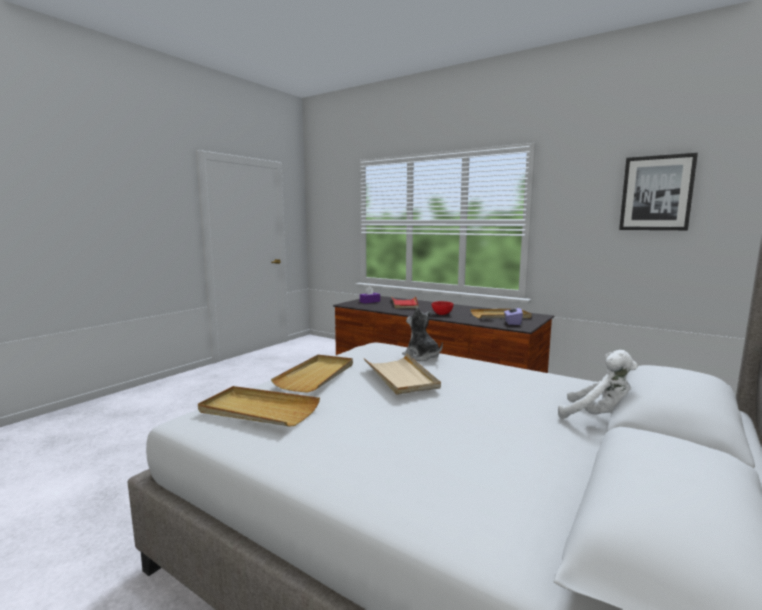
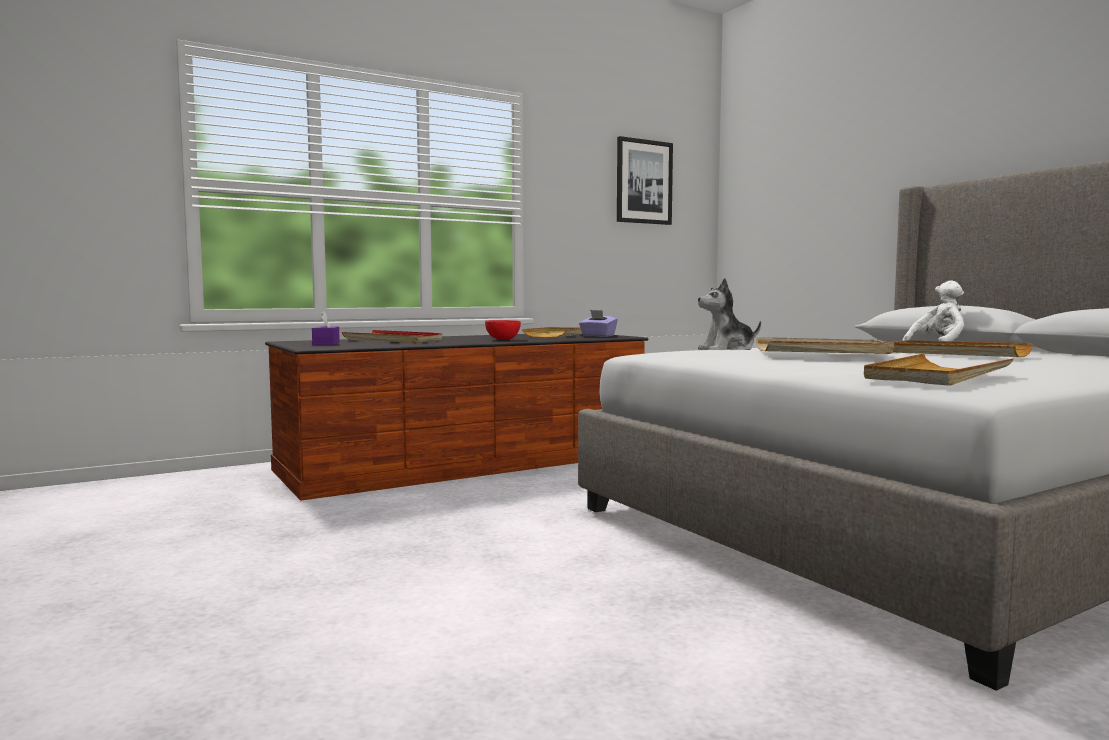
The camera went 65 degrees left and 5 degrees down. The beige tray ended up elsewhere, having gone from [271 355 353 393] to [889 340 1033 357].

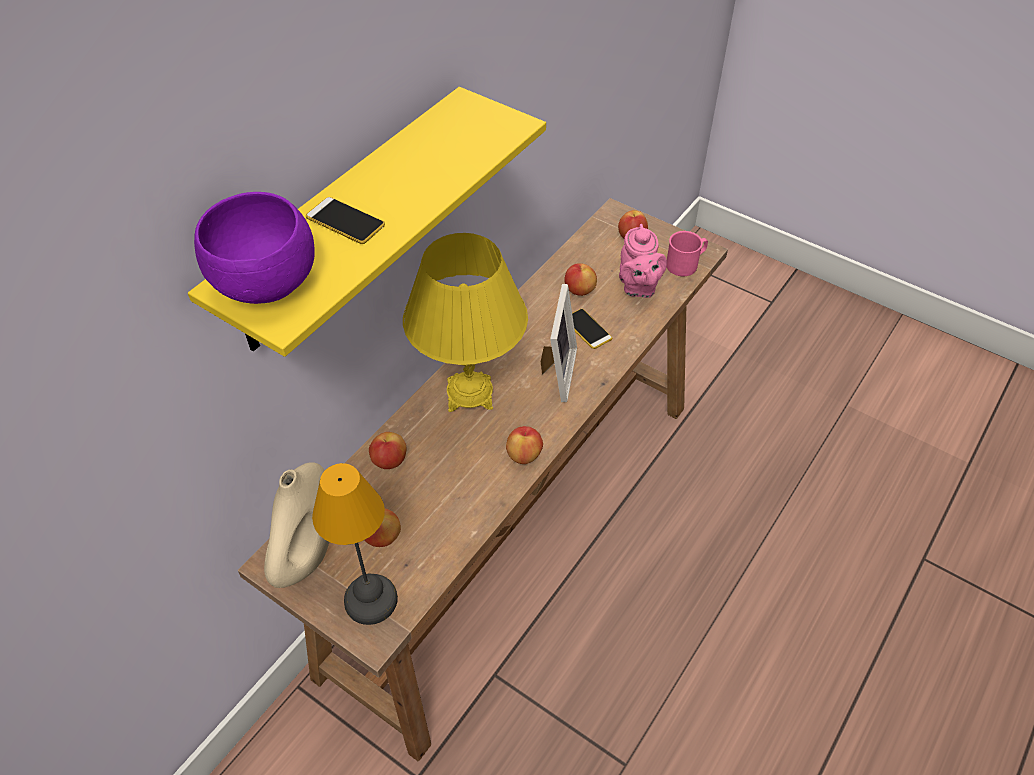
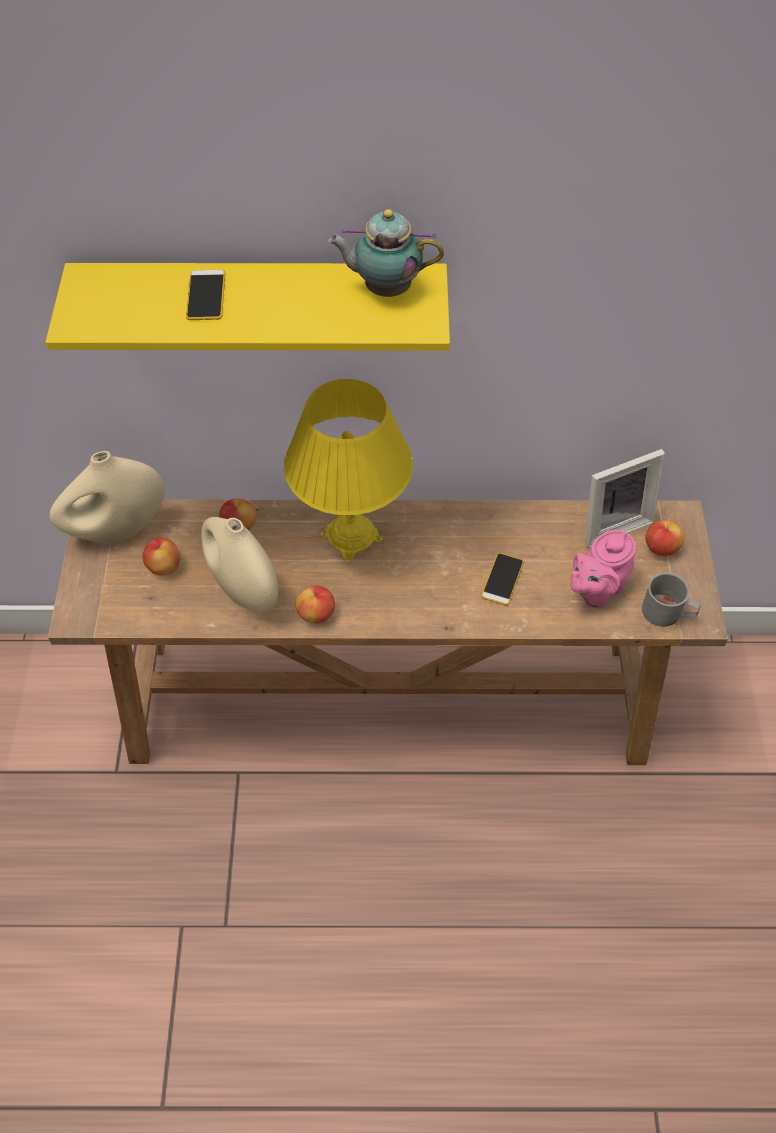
The camera went 55 degrees right and 5 degrees up. The second view lost the purple bowl at [194 192 315 304]. The second view lost the table lamp at [312 463 398 625]. The picture frame ended up elsewhere, having gone from [541 284 577 402] to [585 449 665 548]. The second view lost the apple at [564 263 597 296]. What was the pink mug at [667 231 708 276] turned into the grey mug at [642 572 700 627]. The second view gained the beige vase at [201 517 278 612]. The second view gained the teapot at [328 209 444 297].

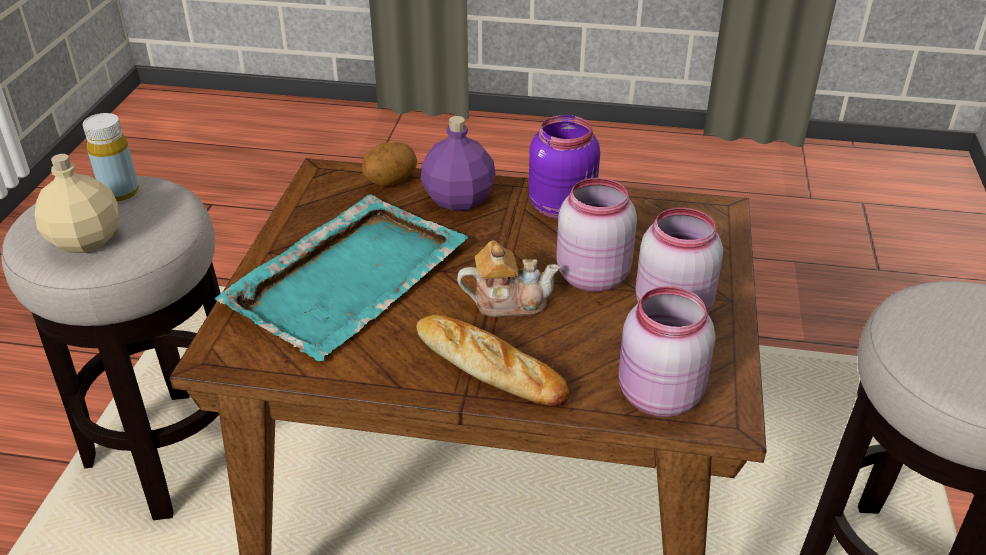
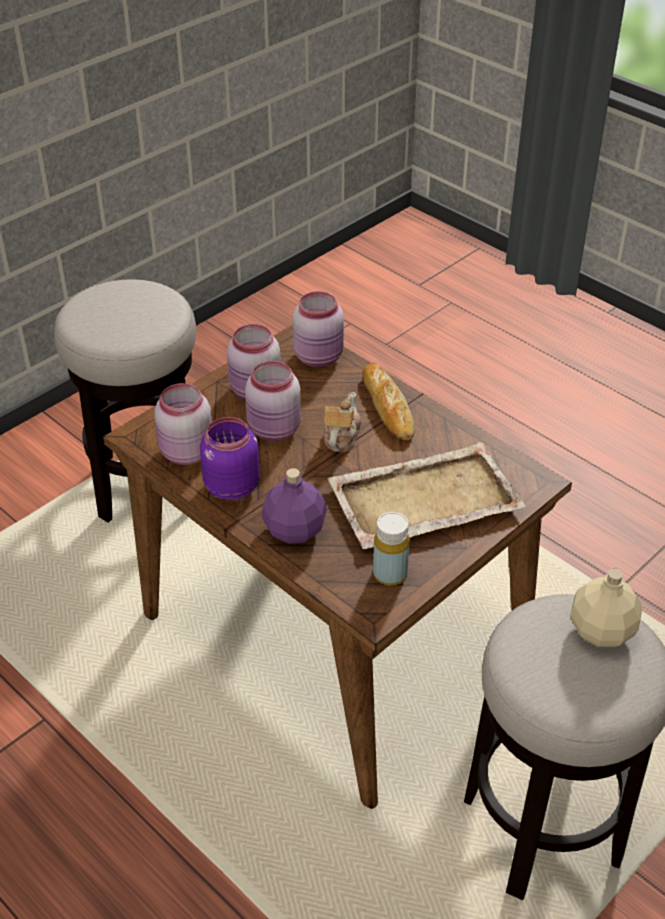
The camera went 145 degrees left and 5 degrees up. The yellow bottle ended up elsewhere, having gone from [83 113 139 201] to [373 512 410 586]. What was the turquoise tray at [215 194 468 361] turned into the beige tray at [328 442 526 549]. The second view lost the potato at [362 142 417 186]. The teapot at [457 241 560 317] ended up facing another way, 75 degrees clockwise from before. The second view gained the pink jar at [154 383 212 465].

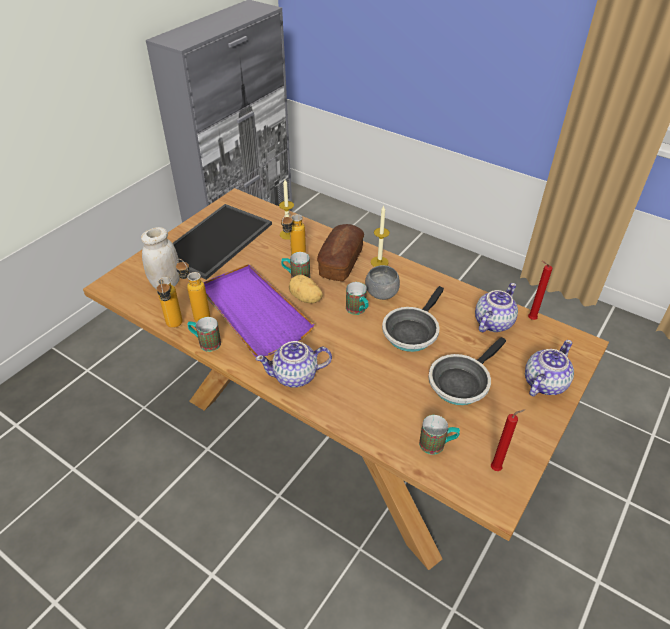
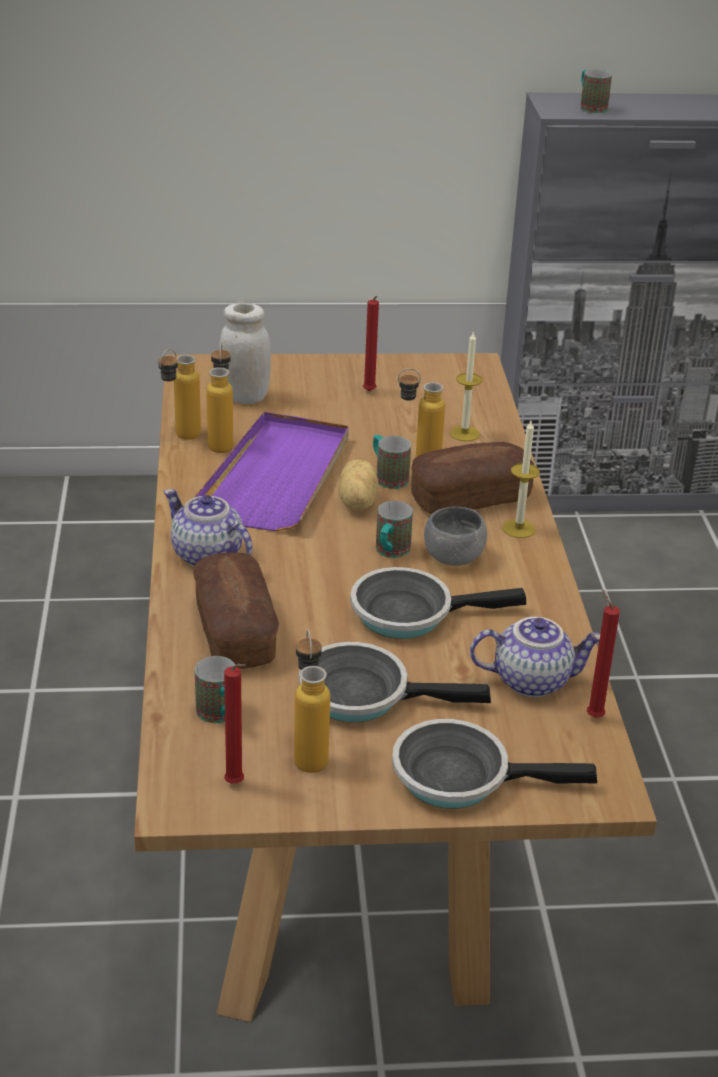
The camera went 50 degrees right and 10 degrees down. Where the tray stood at [173 204 272 280], the red candle came to stand at [363 296 379 392]. The mug ended up elsewhere, having gone from [187 317 221 352] to [580 69 612 113]. Where the teapot stood at [525 340 574 397], the frying pan came to stand at [392 719 597 809]. The second view gained the bread at [193 552 279 669]. The second view gained the bottle at [294 630 330 773].

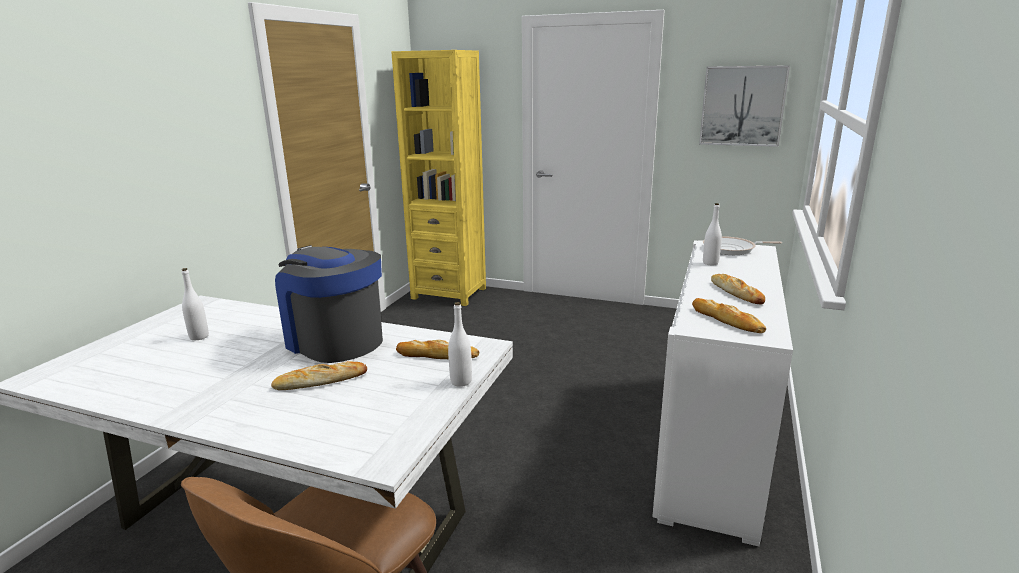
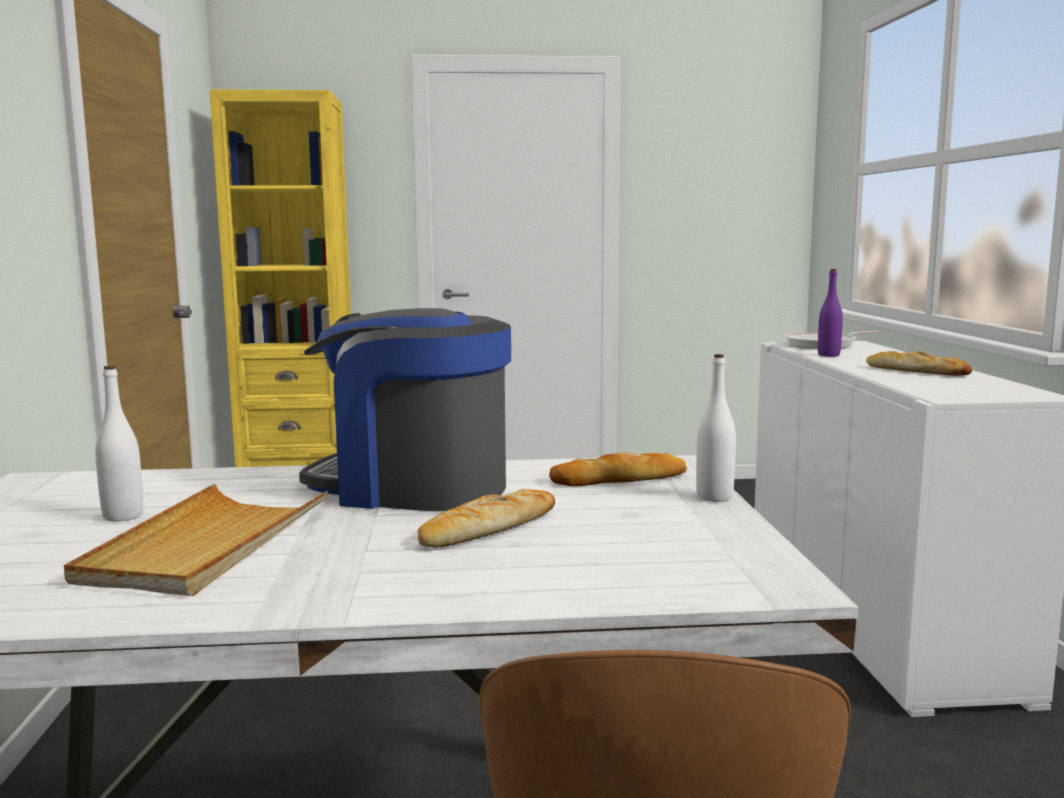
The camera went 25 degrees left and 10 degrees down. The second view lost the bread at [692 298 766 333]. The second view lost the picture at [699 65 790 147]. What was the white bottle at [703 203 722 266] turned into the purple bottle at [818 269 843 357]. The second view gained the beige tray at [64 484 328 596].

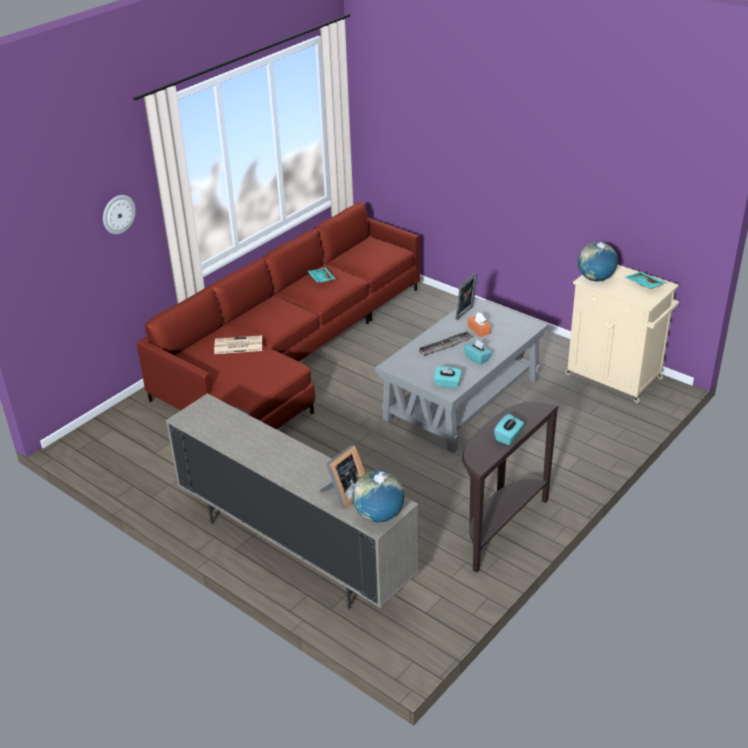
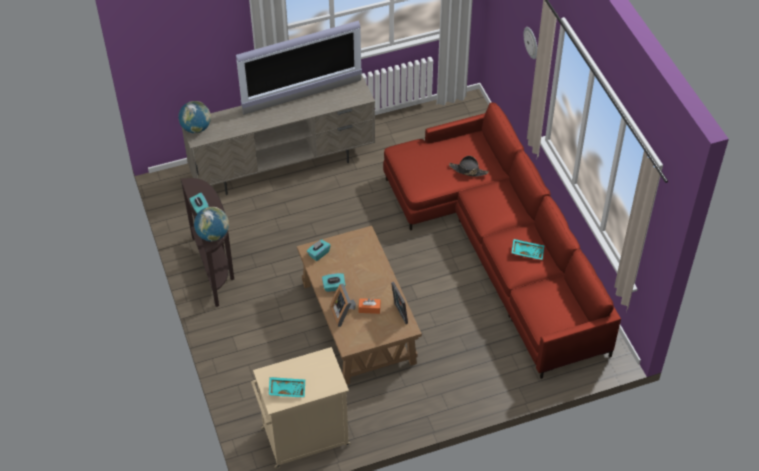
The camera went 120 degrees right and 15 degrees up. Where the newspaper stood at [214 335 262 354], the black hat came to stand at [449 156 489 177]. The picture frame ended up elsewhere, having gone from [320 445 365 509] to [330 284 356 327]. What was the grey coffee table at [375 297 548 453] turned into the brown coffee table at [297 226 422 385]. The second view lost the tray at [418 331 473 356]. The globe ended up elsewhere, having gone from [578 242 618 281] to [194 207 229 242]. The second view gained the television at [236 21 362 115].

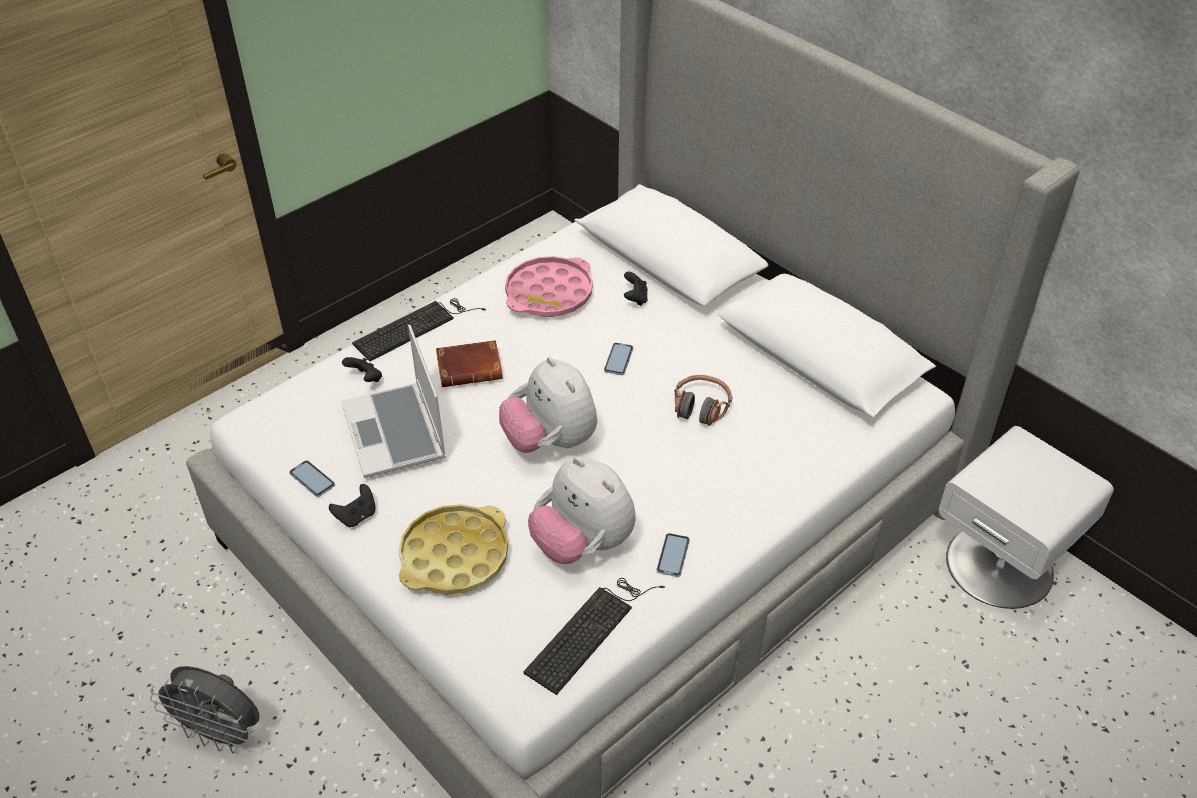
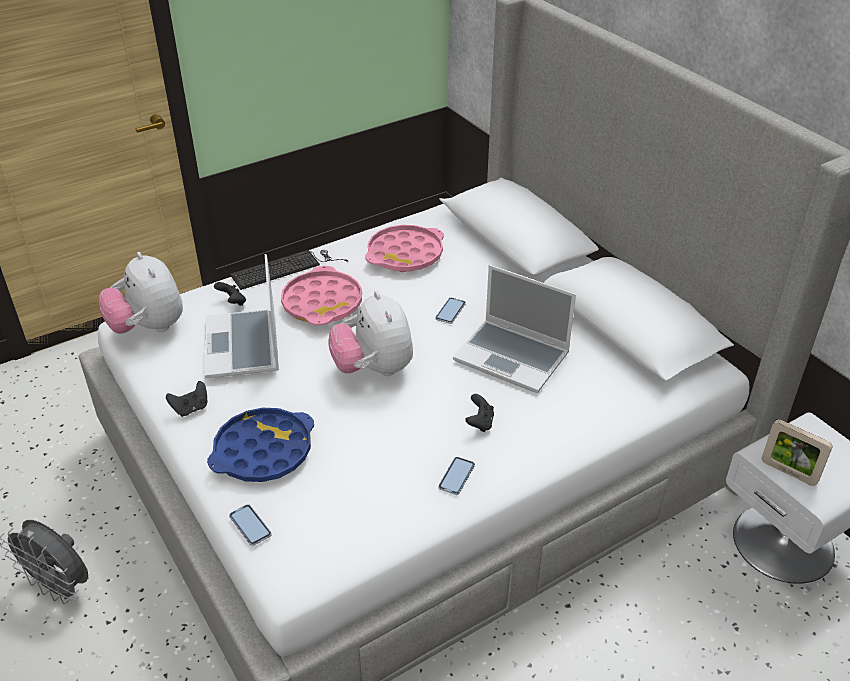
The camera went 10 degrees right and 5 degrees down. The phone ended up elsewhere, having gone from [289 460 335 497] to [229 504 272 546]. What was the yellow tray at [399 504 508 595] turned into the blue tray at [207 408 314 482]. Where the brown book stood at [436 340 503 387], the pink tray came to stand at [281 266 362 325]. The second view lost the keyboard at [523 578 665 695]. The plush toy ended up elsewhere, having gone from [528 457 636 564] to [99 252 183 334]. The black game controller ended up elsewhere, having gone from [624 272 648 306] to [466 394 494 432]. Where the headphones stood at [675 375 732 426], the laptop came to stand at [453 265 576 393]. The second view gained the picture frame at [761 420 833 486].

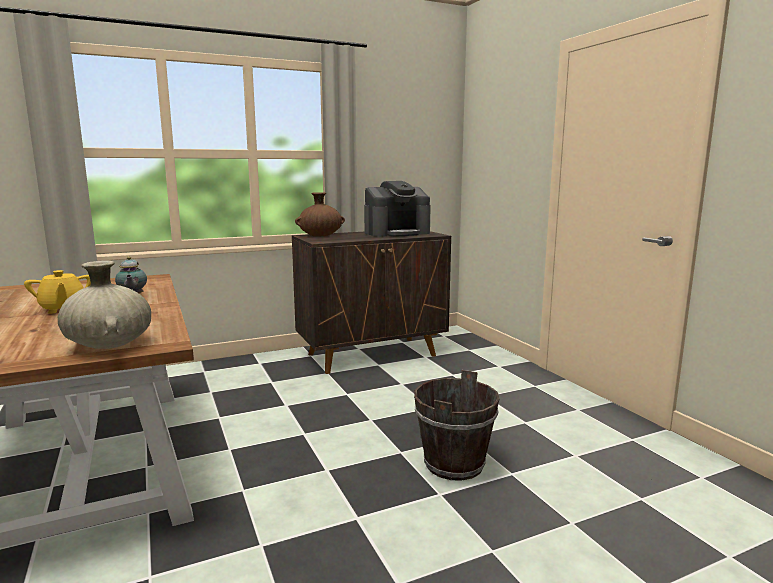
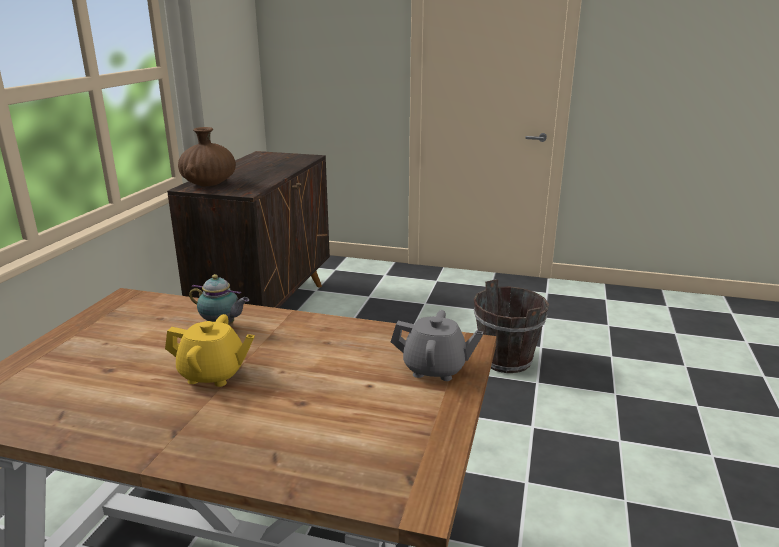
The camera went 50 degrees left and 10 degrees up. Where the beige vase stood at [58 260 151 349], the grey teapot came to stand at [391 310 483 381]. The second view lost the coffee machine at [364 181 431 237].

